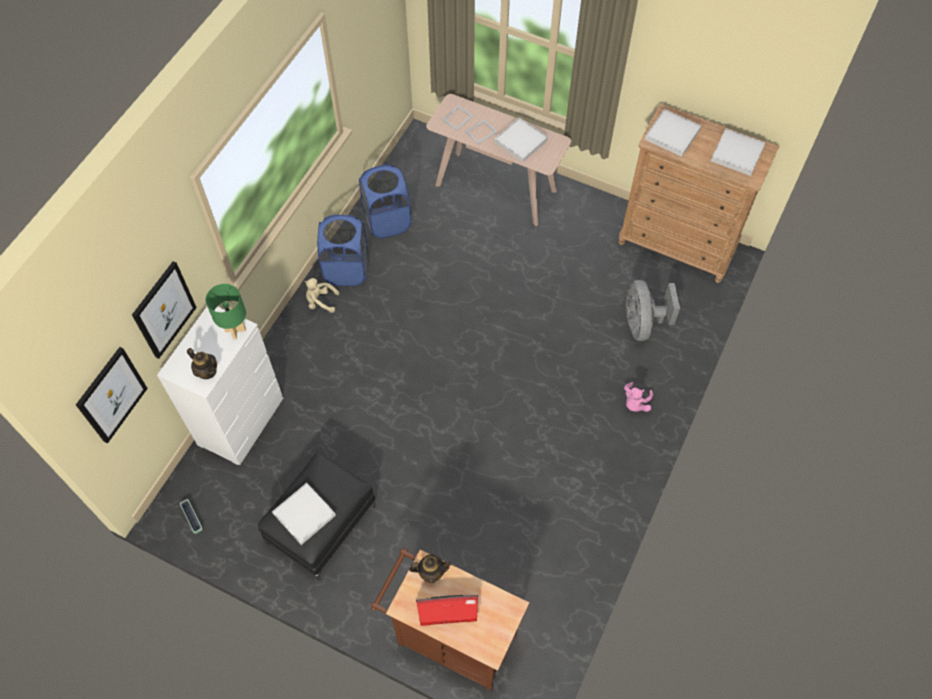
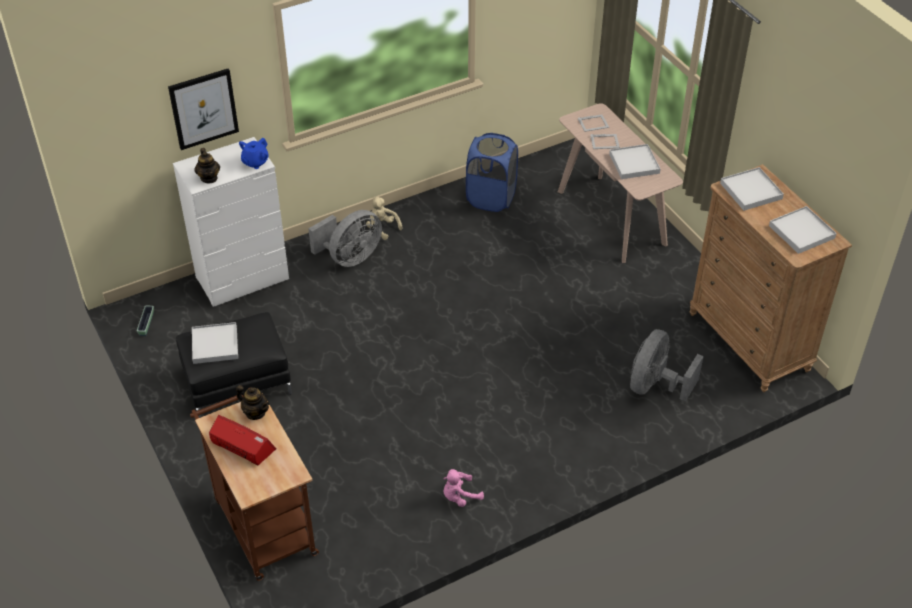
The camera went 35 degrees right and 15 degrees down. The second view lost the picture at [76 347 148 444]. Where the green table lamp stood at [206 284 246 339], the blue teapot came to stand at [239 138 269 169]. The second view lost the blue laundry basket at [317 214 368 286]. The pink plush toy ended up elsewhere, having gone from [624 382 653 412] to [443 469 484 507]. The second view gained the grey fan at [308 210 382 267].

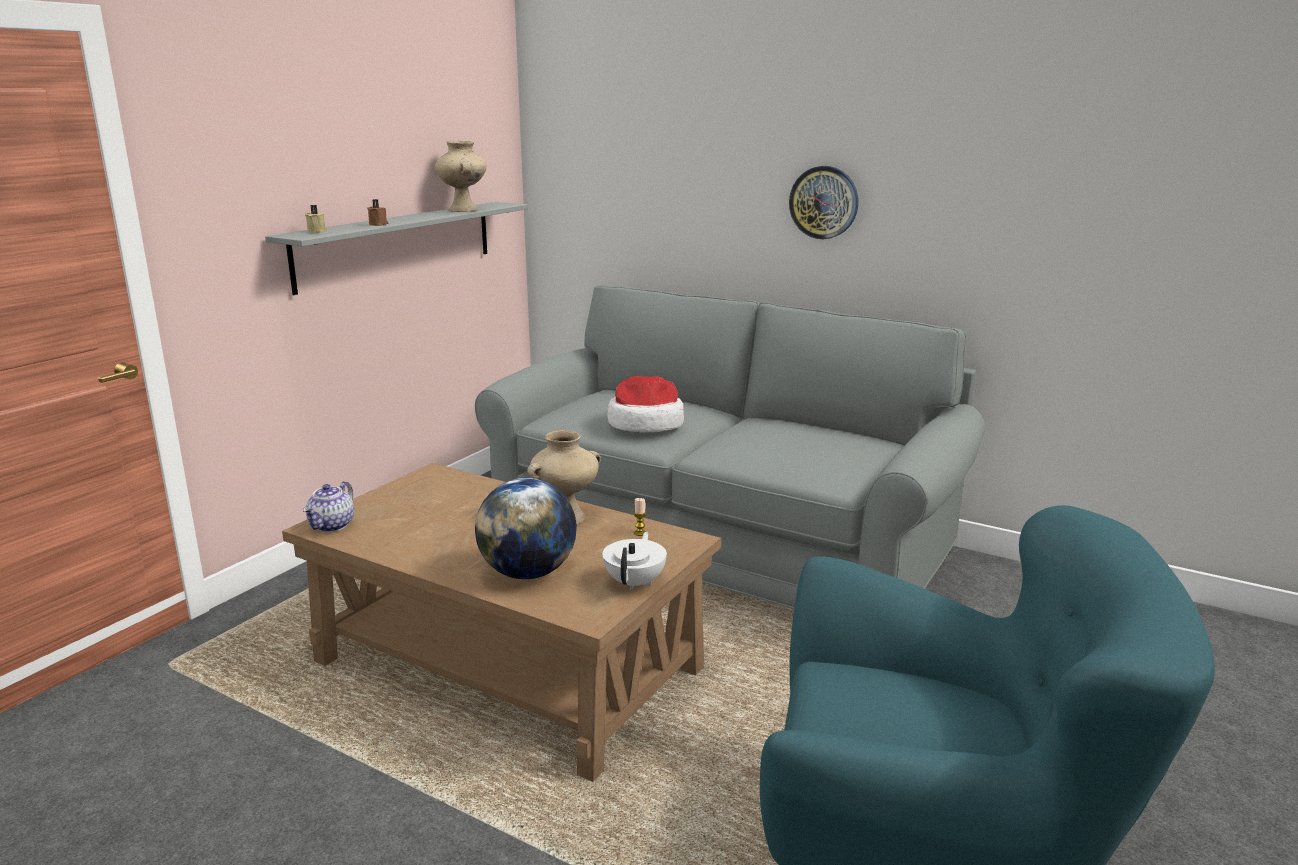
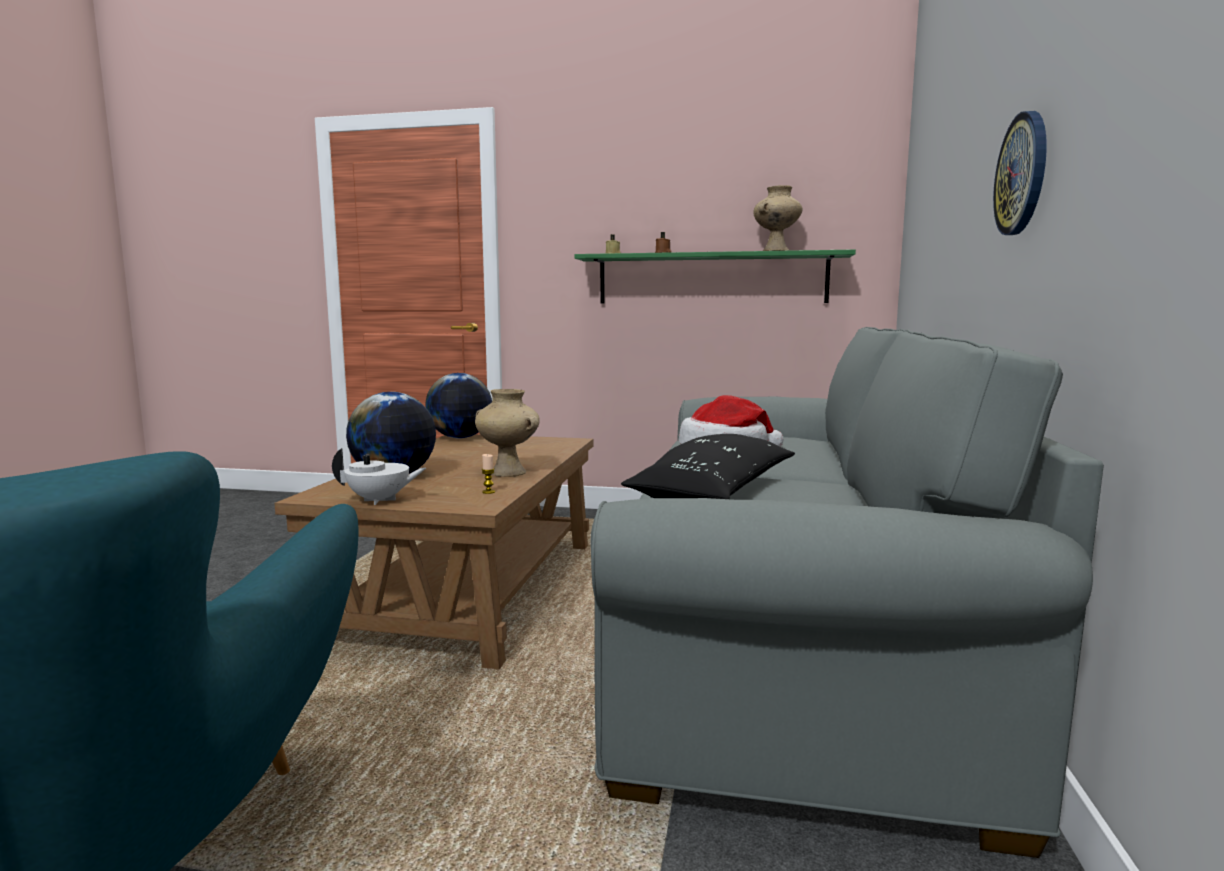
The camera went 70 degrees right and 10 degrees down. What was the grey shelf at [265 202 528 295] turned into the green shelf at [574 249 856 304]. Where the teapot stood at [303 481 354 532], the globe came to stand at [425 373 492 439]. The second view gained the black pillow at [621 434 795 499].

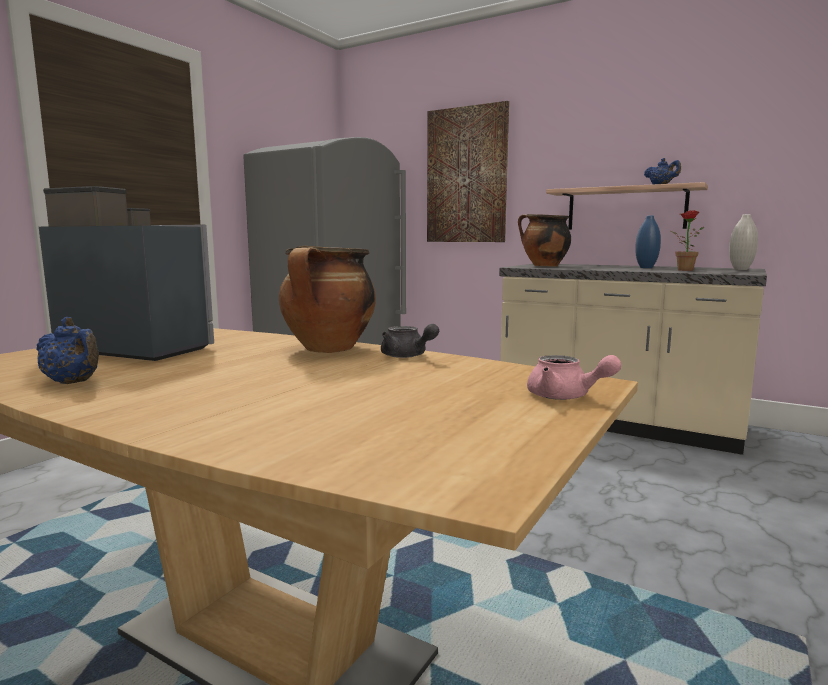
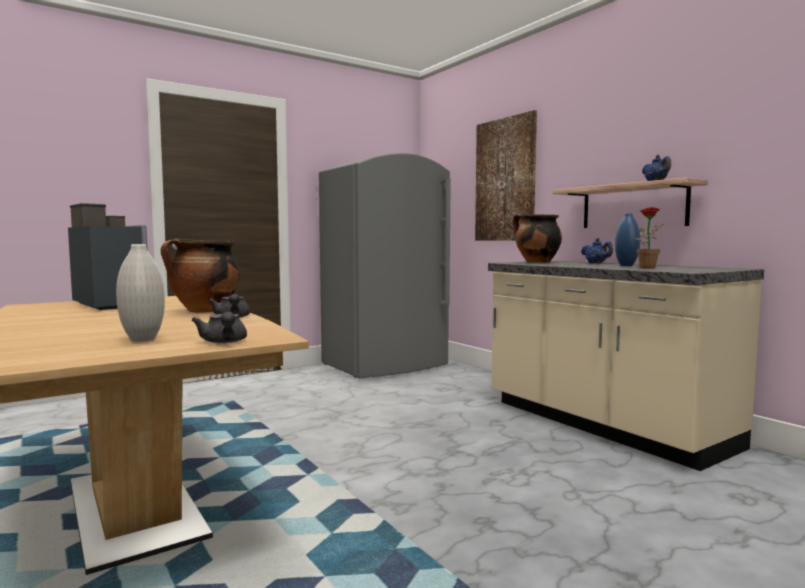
The camera went 25 degrees right and 5 degrees down. The blue teapot ended up elsewhere, having gone from [36 317 99 384] to [581 238 613 264]. What was the pink teapot at [527 355 622 400] turned into the grey teapot at [192 312 247 343]. The white vase ended up elsewhere, having gone from [729 214 758 270] to [116 244 165 342].

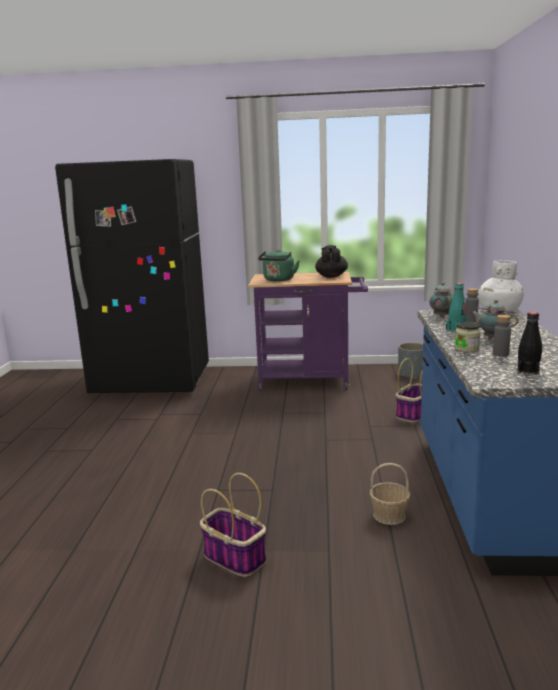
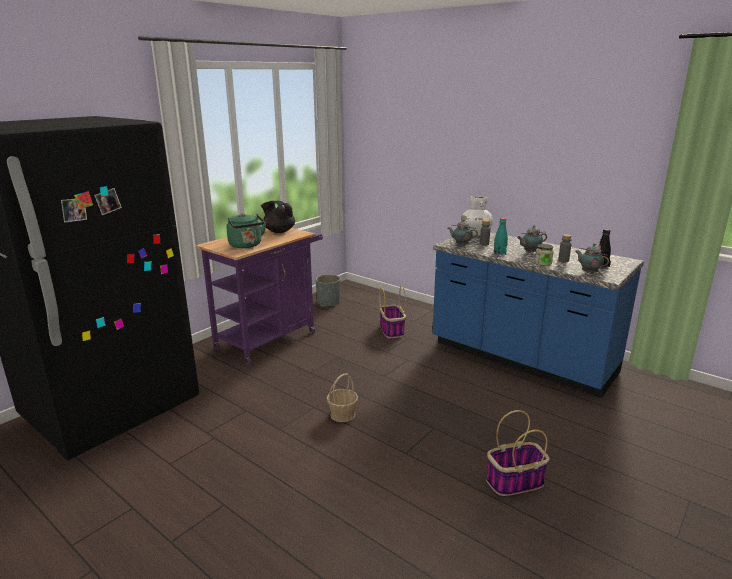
The camera went 55 degrees left and 5 degrees up. The basket ended up elsewhere, having gone from [369 463 410 525] to [327 374 358 422]. The second view gained the teapot at [576 243 609 274].

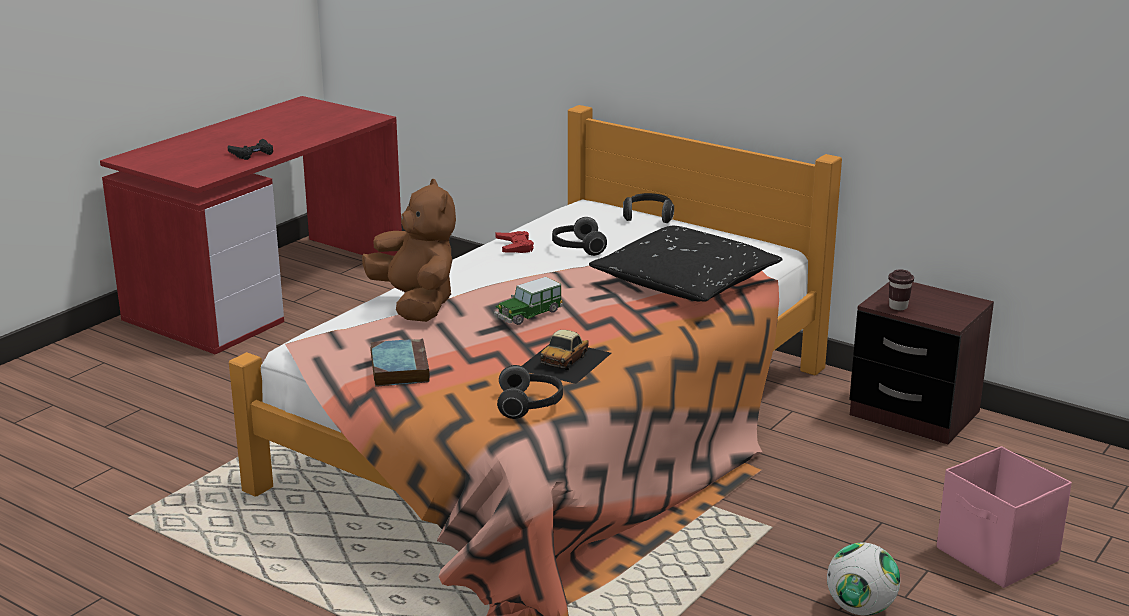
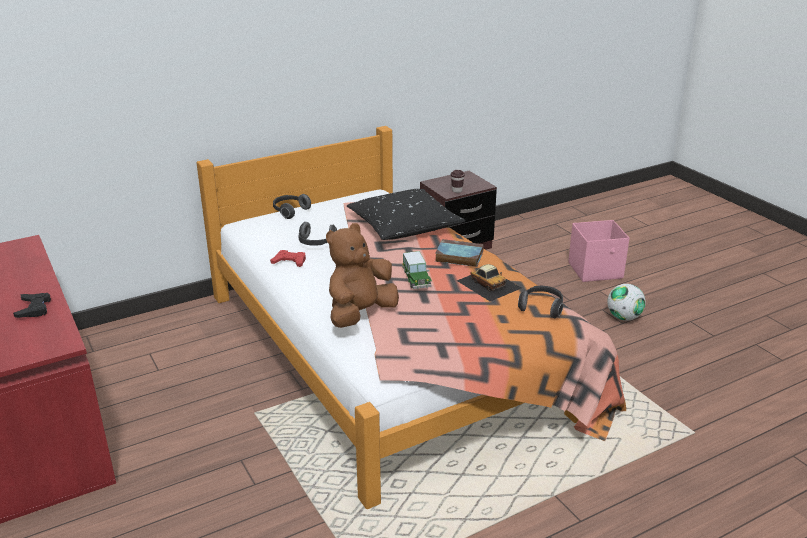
The camera went 65 degrees left and 5 degrees up. The brown plush toy at [362 179 456 322] ended up facing another way, 45 degrees counterclockwise from before. The book ended up elsewhere, having gone from [370 338 430 387] to [435 239 484 267].

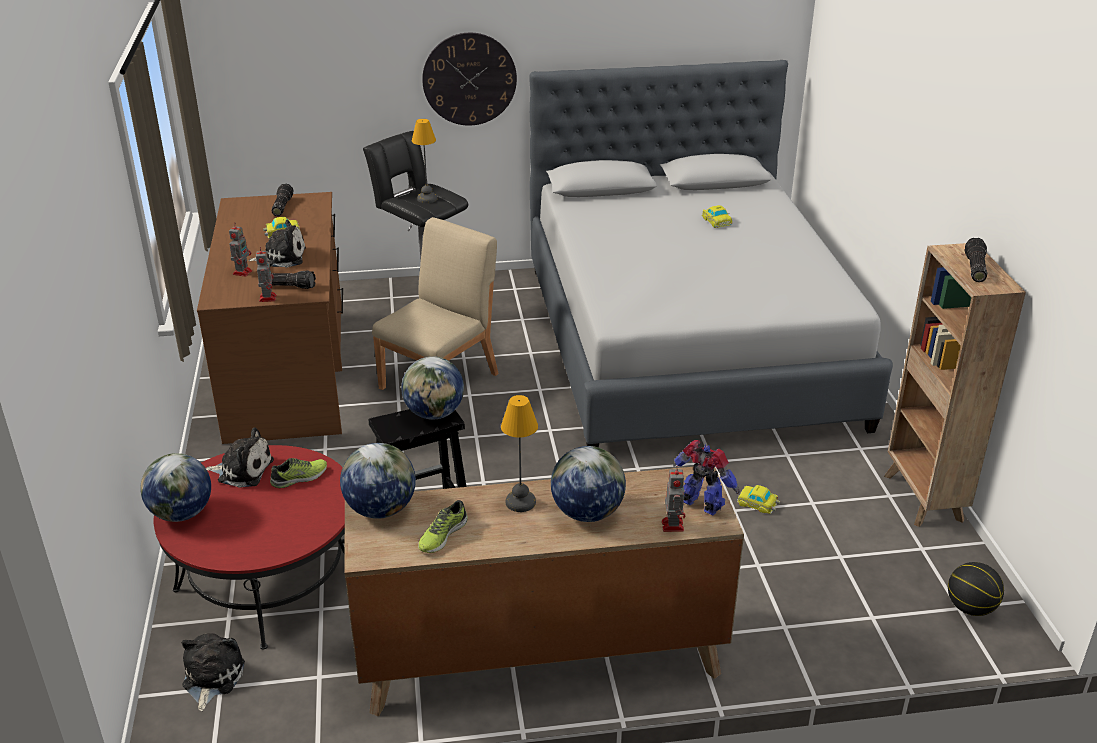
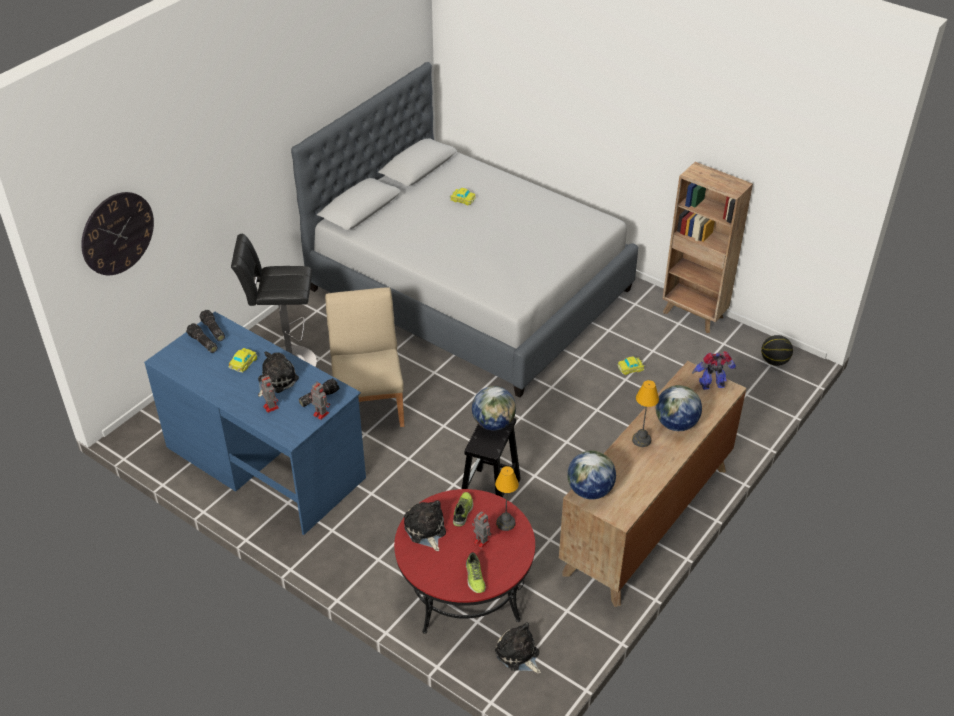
The camera went 45 degrees left and 10 degrees up. The second view lost the globe at [140 453 211 522]. What was the brown desk at [197 192 343 444] turned into the blue desk at [144 312 366 535]. The plush toy at [206 427 274 488] ended up facing another way, 75 degrees counterclockwise from before. The table lamp ended up elsewhere, having gone from [412 119 438 203] to [495 466 519 531]. The shoe ended up elsewhere, having gone from [418 500 468 553] to [466 552 486 593]. The wall clock ended up elsewhere, having gone from [422 33 517 126] to [81 192 154 275]. The toy robot ended up elsewhere, having gone from [662 466 685 532] to [472 511 493 549]. The flashlight ended up elsewhere, having gone from [964 238 987 282] to [199 310 225 341].

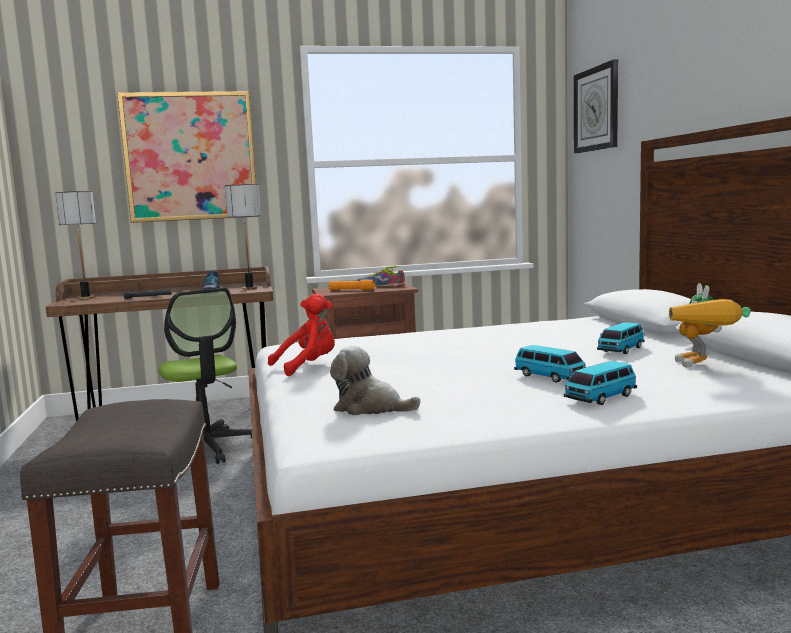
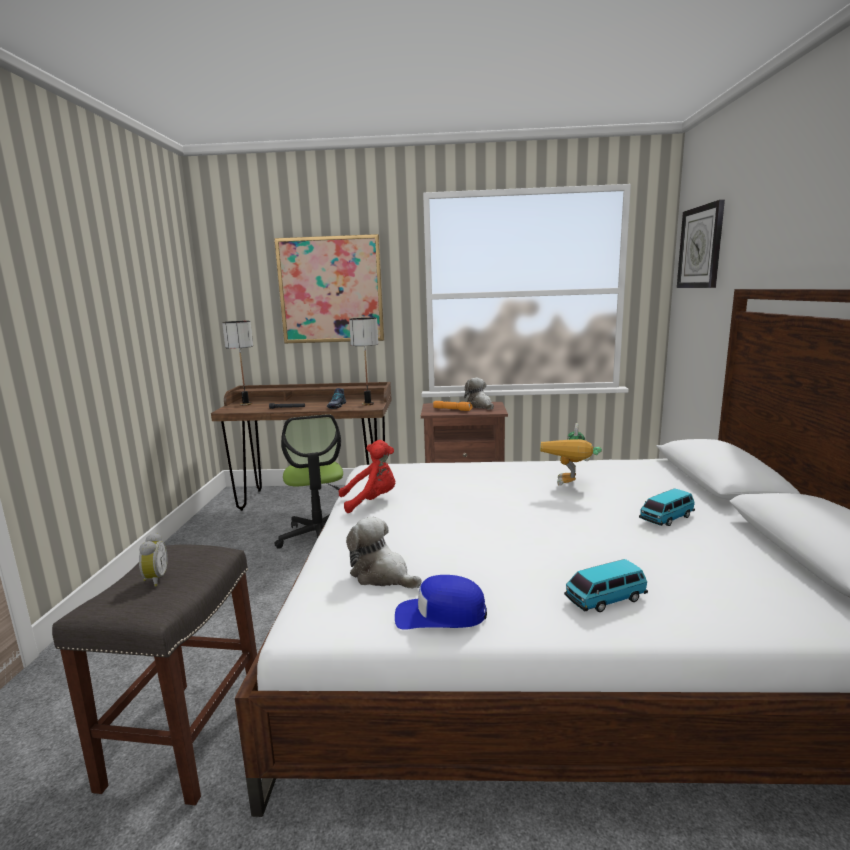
The camera went 15 degrees right and 5 degrees up. Where the shoe stood at [357 266 405 287], the plush toy came to stand at [464 378 494 409]. The second view lost the toy car at [514 345 586 383]. The toy robot ended up elsewhere, having gone from [669 283 751 367] to [540 423 602 485]. The second view gained the alarm clock at [139 532 168 587]. The second view gained the blue cap at [395 575 487 630].

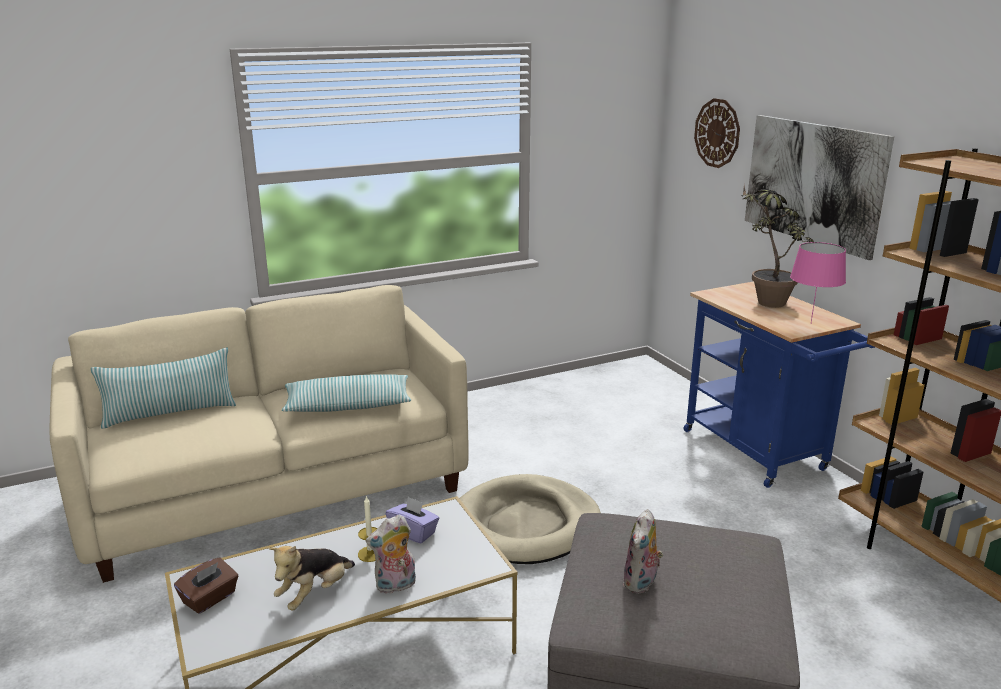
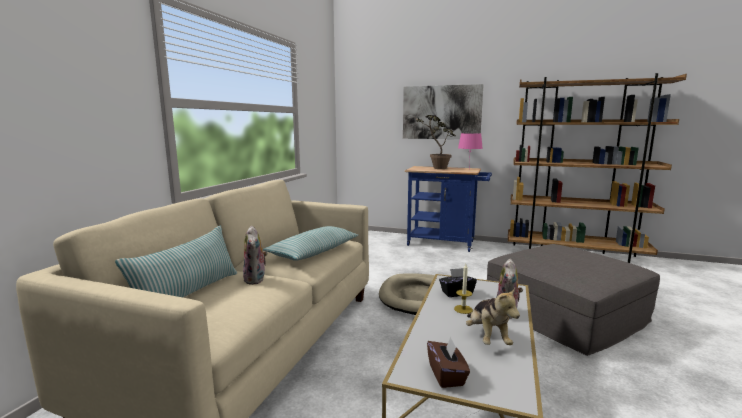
The camera went 45 degrees left and 10 degrees down. What was the purple tissue box at [386 496 439 544] turned into the black tissue box at [439 268 477 297]. The plush toy ended up elsewhere, having gone from [623 509 663 594] to [243 226 268 285]. The second view lost the wall clock at [694 98 740 168].

